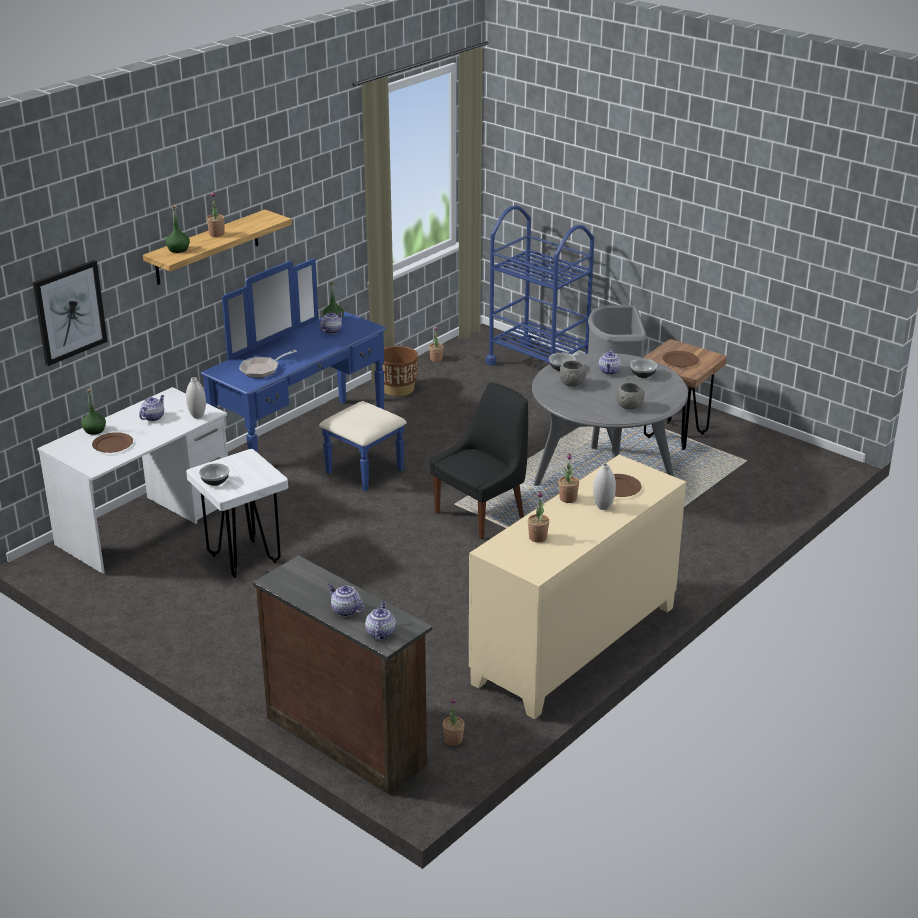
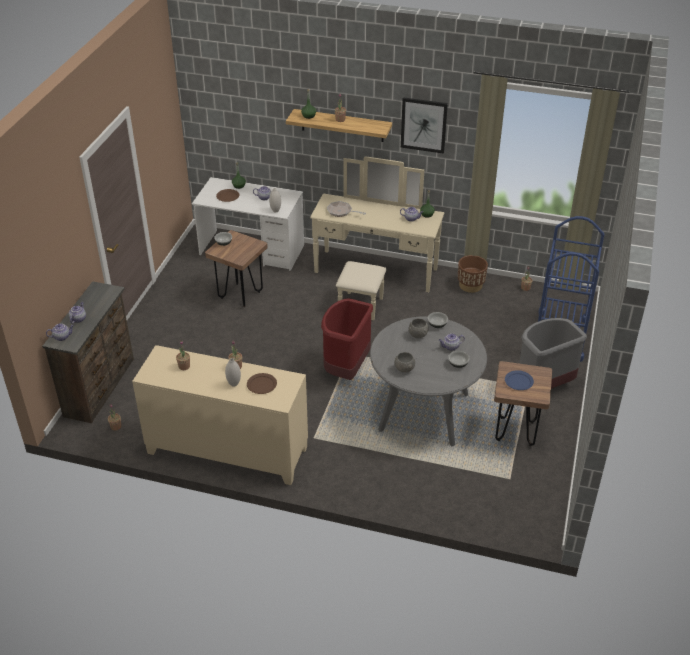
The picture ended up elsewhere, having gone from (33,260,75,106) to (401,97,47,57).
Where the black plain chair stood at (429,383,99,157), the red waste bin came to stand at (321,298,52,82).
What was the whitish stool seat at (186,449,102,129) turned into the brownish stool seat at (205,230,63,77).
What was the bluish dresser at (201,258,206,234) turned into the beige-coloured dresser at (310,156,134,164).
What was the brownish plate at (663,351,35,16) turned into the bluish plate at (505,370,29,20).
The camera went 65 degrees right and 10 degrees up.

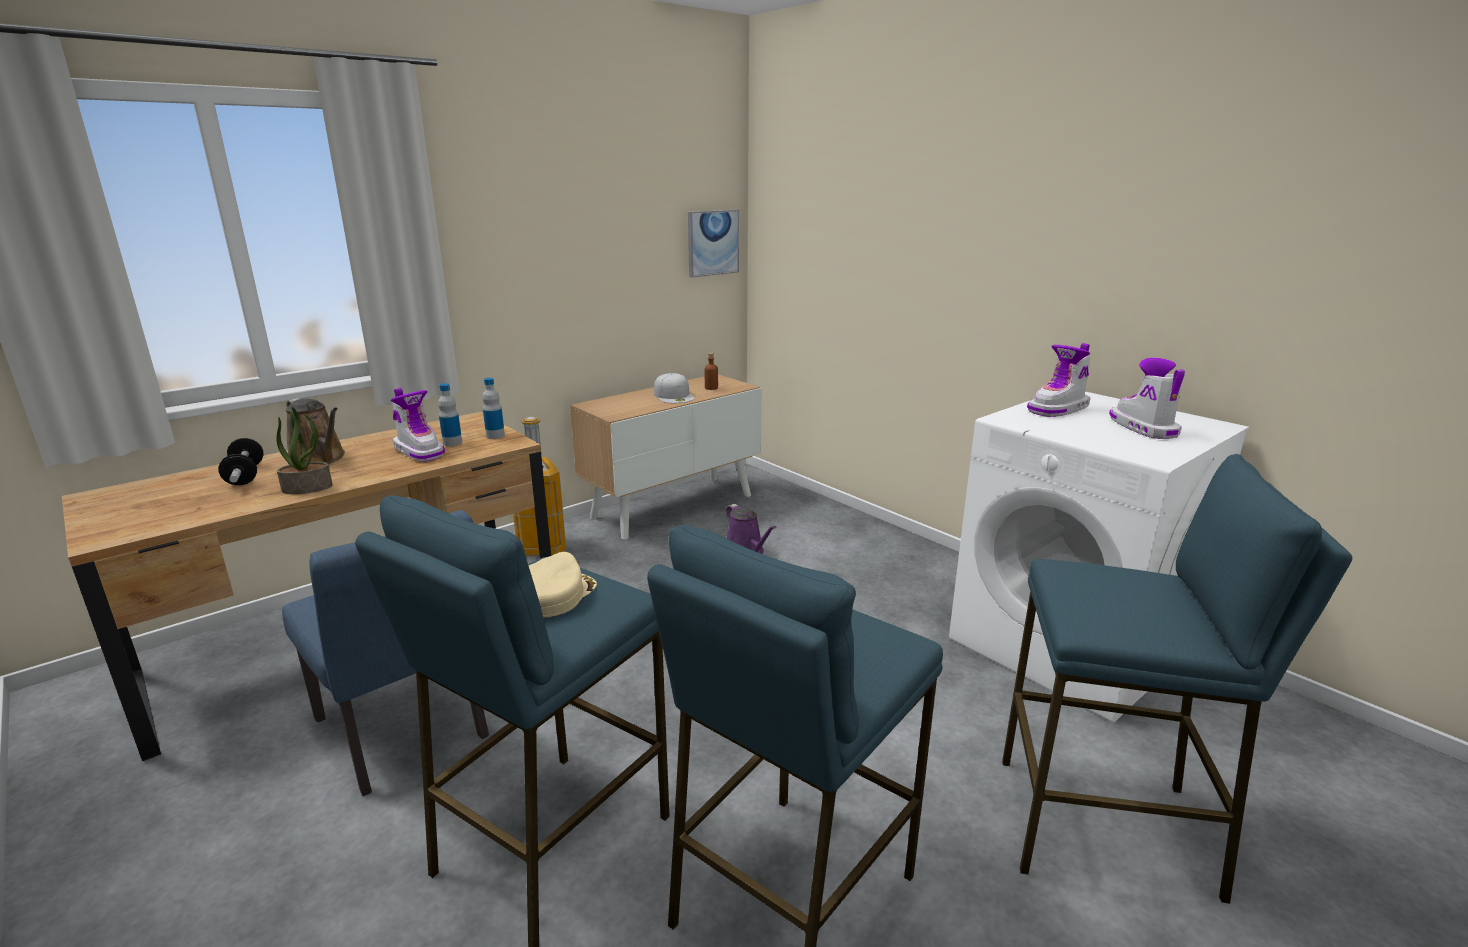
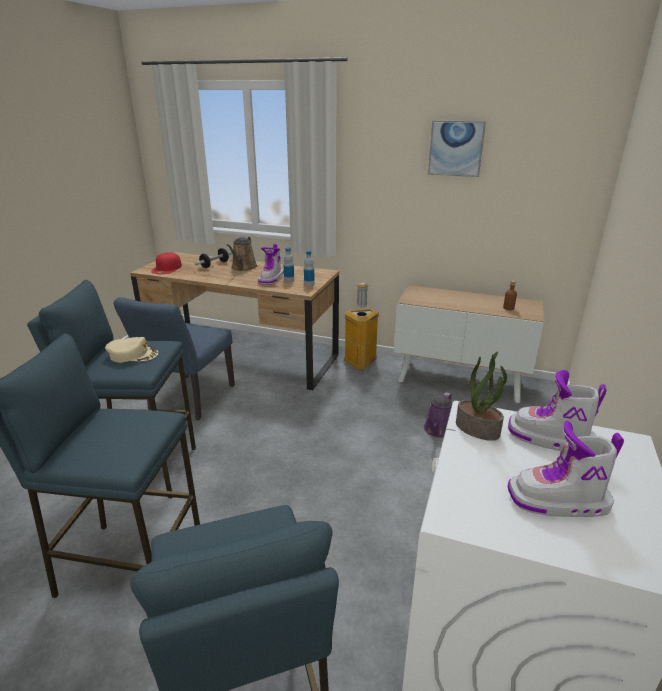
The second view lost the whitish baseball cap at (654,373,41,30).
The second view gained the red baseball cap at (151,253,31,21).
The houseplant ended up elsewhere, having gone from (276,407,57,87) to (456,351,51,90).
The picture ended up elsewhere, having gone from (688,210,51,67) to (428,120,58,57).
The boot at (1109,357,76,82) ended up facing another way, 135 degrees counterclockwise from before.
The camera went 60 degrees right and 5 degrees up.

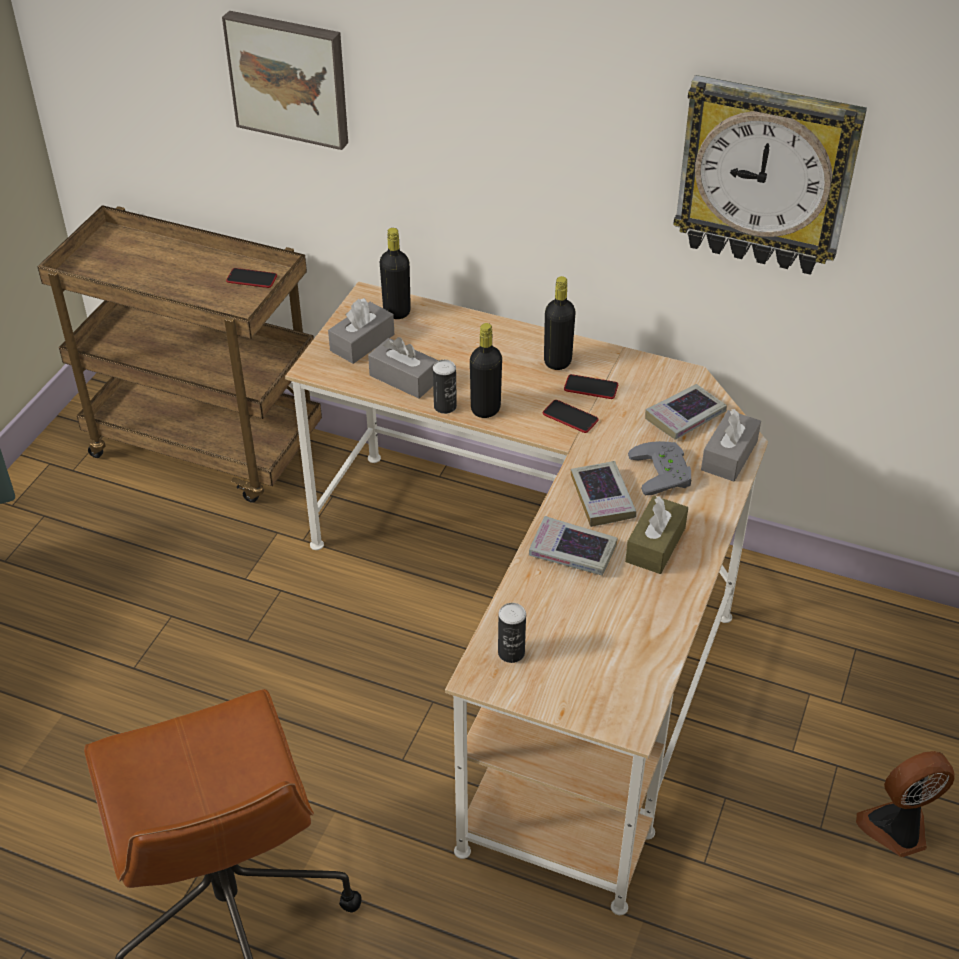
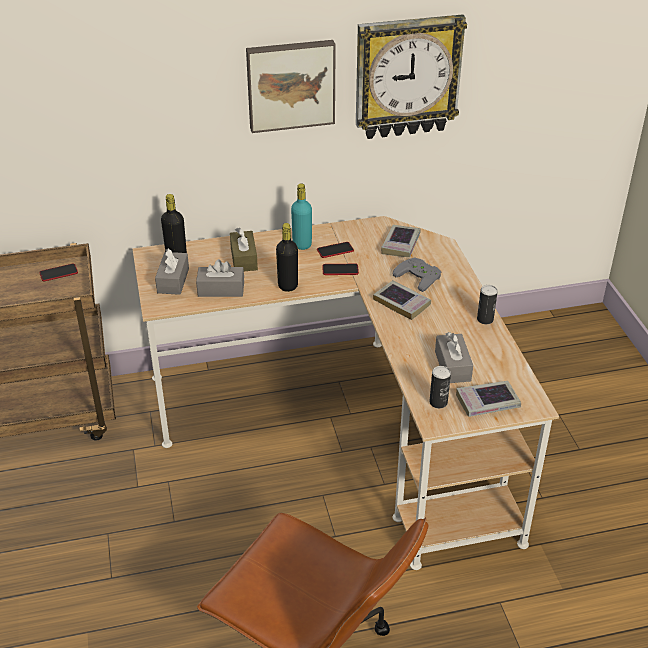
The second view lost the electric fan at (856,751,99,106).
The picture ended up elsewhere, having gone from (222,11,126,139) to (246,40,90,93).
The sealed can ended up elsewhere, having gone from (433,360,24,54) to (477,285,21,39).
The book ended up elsewhere, having gone from (529,516,88,59) to (456,381,65,36).
The brownish tissue box ended up elsewhere, having gone from (625,496,63,78) to (230,228,28,43).
The gray tissue box ended up elsewhere, having gone from (701,409,60,73) to (435,332,38,51).
What was the black beverage bottle at (544,276,32,94) turned into the turquoise-coloured beverage bottle at (291,184,21,66).
The camera went 35 degrees left and 5 degrees down.

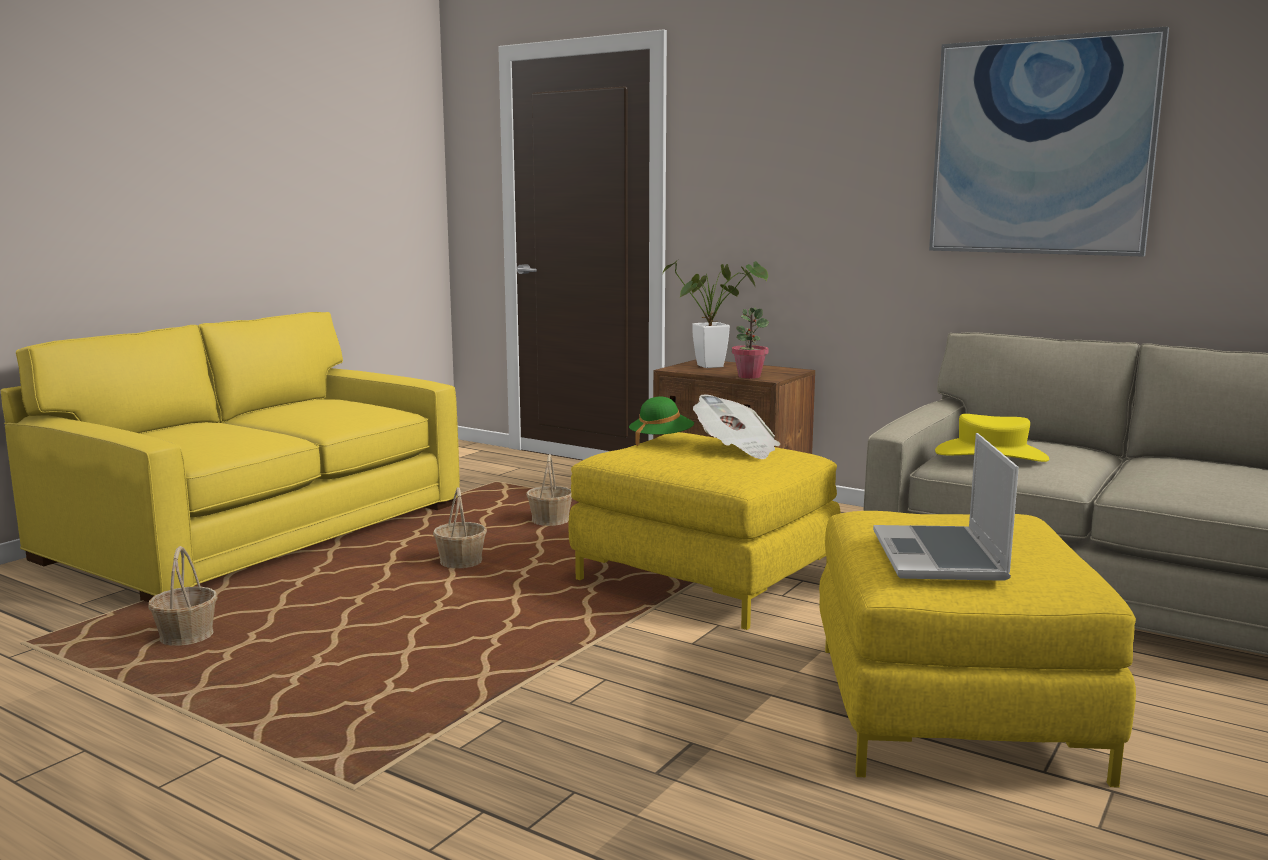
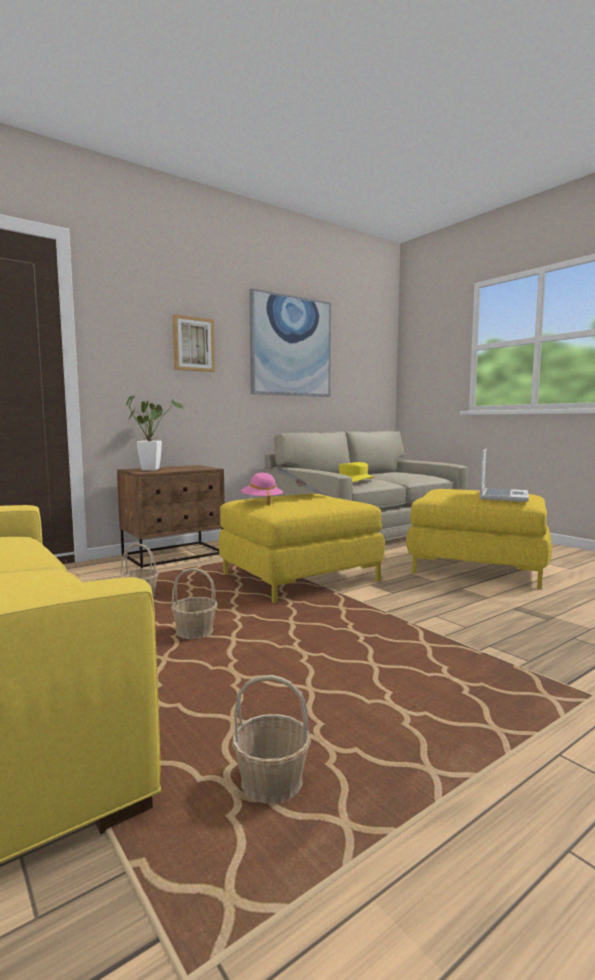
The second view lost the houseplant at (732,308,37,71).
The second view gained the picture at (173,315,42,57).
What was the green wearable hat at (629,396,65,50) turned into the pink wearable hat at (241,473,42,32).
The laptop at (873,433,146,148) ended up facing another way, 90 degrees counterclockwise from before.
The camera went 70 degrees left and 5 degrees down.

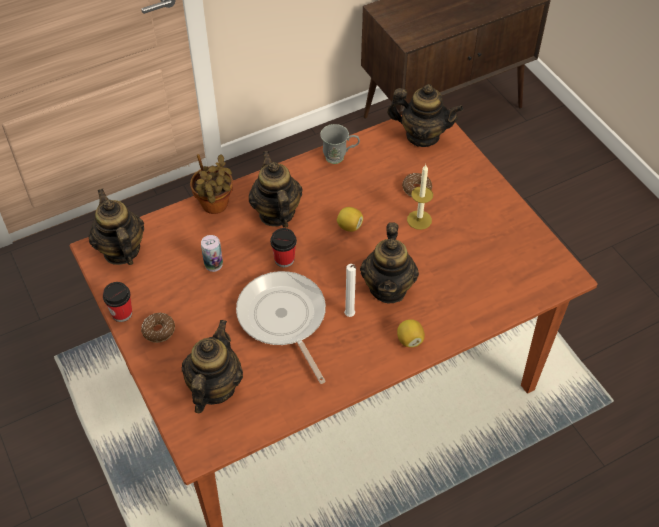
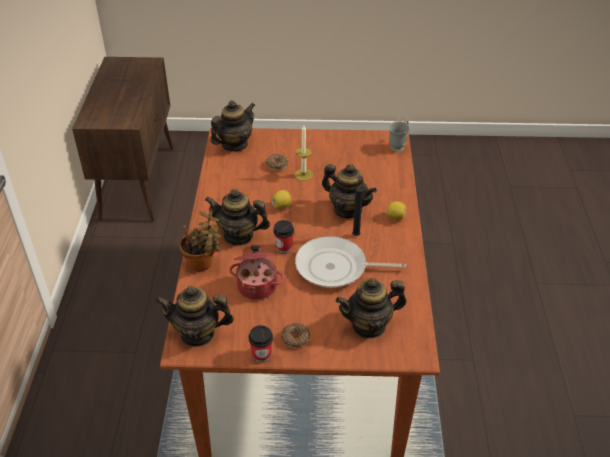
The gray coffee mug ended up elsewhere, having gone from (320,124,40,40) to (388,120,22,32).
Where the sealed can stood at (201,235,22,37), the saucepot came to stand at (229,246,55,54).
What was the whitish wax light at (344,264,12,53) turned into the black wax light at (352,184,15,52).
The pot for tea at (182,320,61,93) ended up facing another way, 60 degrees counterclockwise from before.
The camera went 60 degrees left and 10 degrees down.

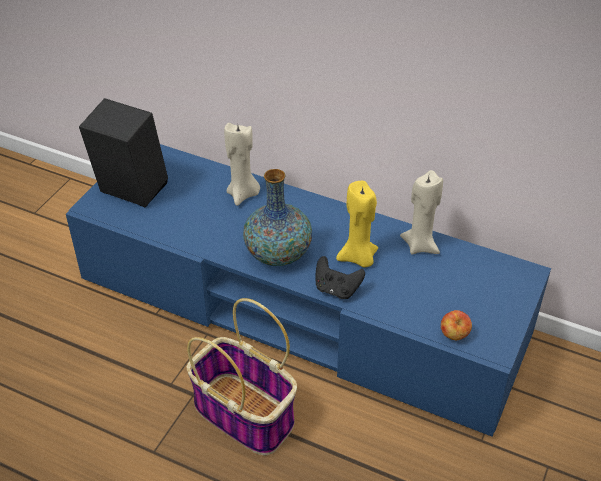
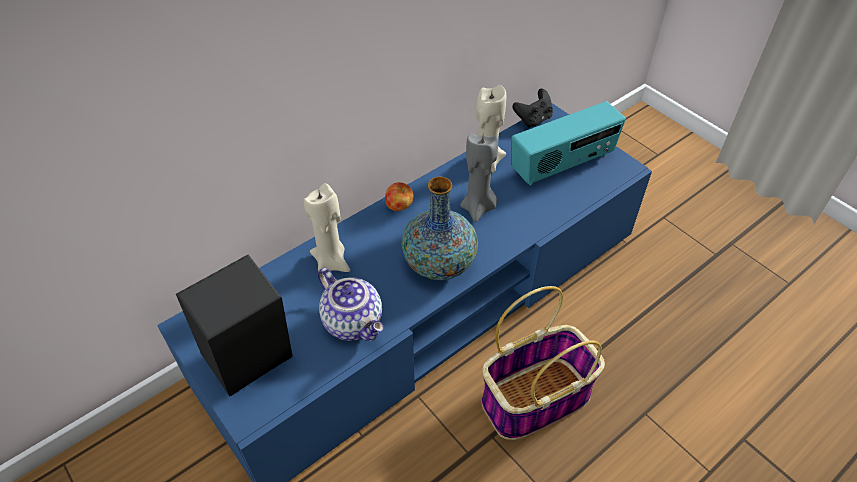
The second view gained the pot for tea at (318,268,66,73).
The second view gained the radio set at (511,101,115,85).
The black joypad ended up elsewhere, having gone from (316,256,49,43) to (512,89,41,39).
The apple fruit ended up elsewhere, having gone from (441,310,31,30) to (385,182,29,29).
What was the yellow-coloured wax light at (336,181,42,87) turned into the gray wax light at (460,133,38,90).
The camera went 65 degrees left and 5 degrees up.

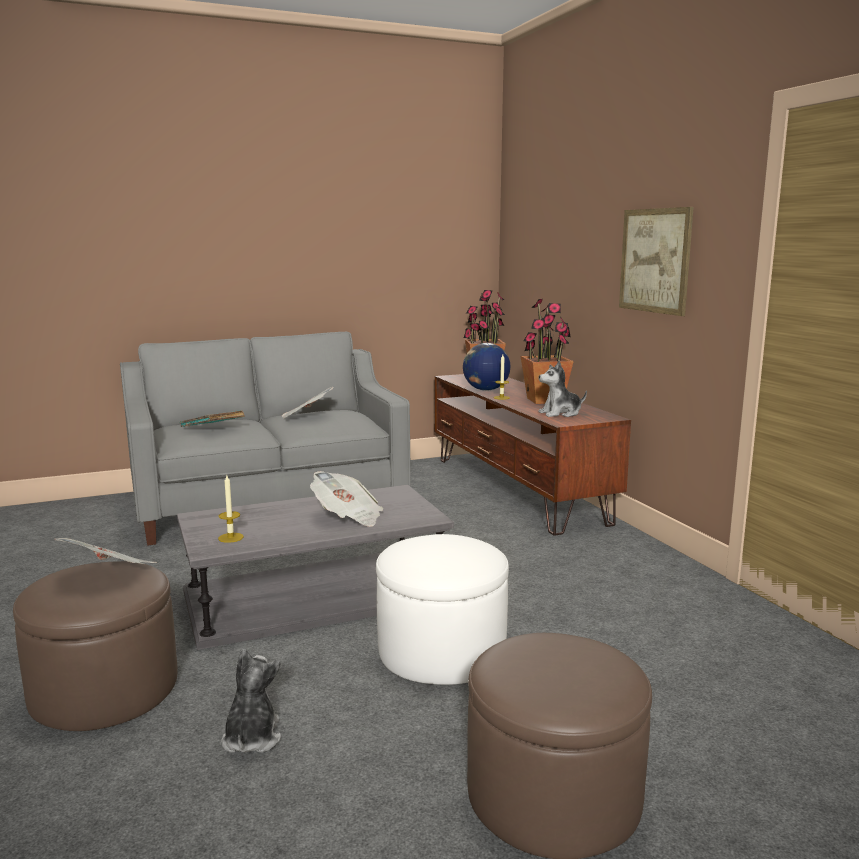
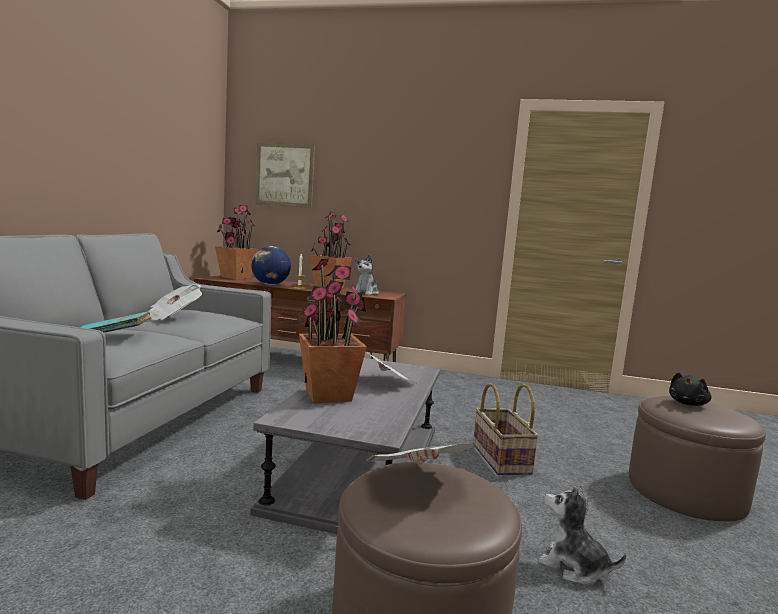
The second view lost the wax light at (218,476,26,67).
The second view gained the houseplant at (299,258,68,145).
The second view gained the black cuddly toy at (669,372,43,34).
The picture ended up elsewhere, having gone from (619,207,75,109) to (255,142,60,66).
Where the whitish ottoman stood at (376,534,133,151), the household basket came to stand at (473,383,66,92).
The camera went 55 degrees left and 5 degrees down.

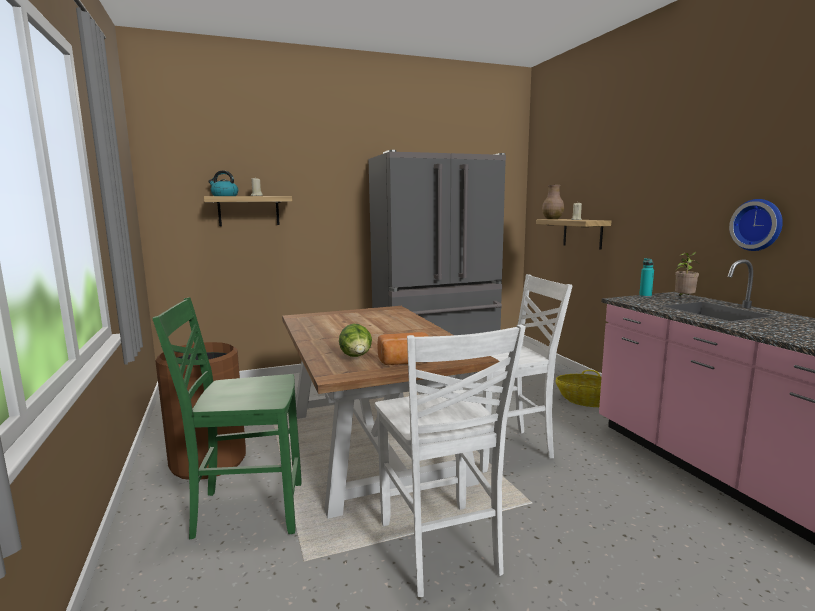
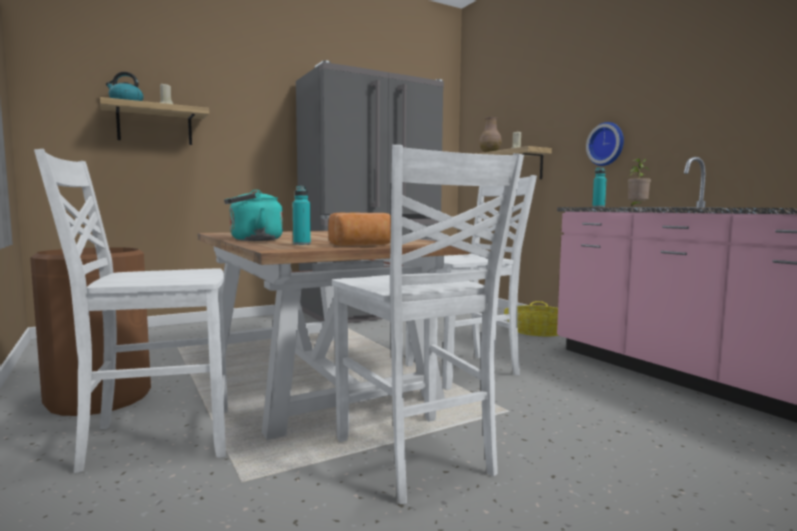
The second view gained the turquoise-coloured kettle at (224,190,59,51).
The clock on the wall ended up elsewhere, having gone from (729,199,54,52) to (586,122,38,44).
Where the lettuce head stood at (339,324,33,33), the turquoise-coloured beverage bottle came to stand at (293,186,18,59).
What was the green plain chair at (152,297,150,243) turned into the whitish plain chair at (34,149,194,324).
The camera went 10 degrees left and 5 degrees down.

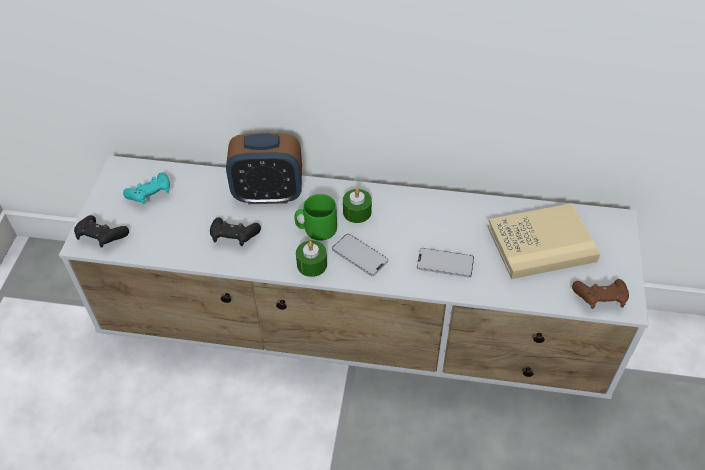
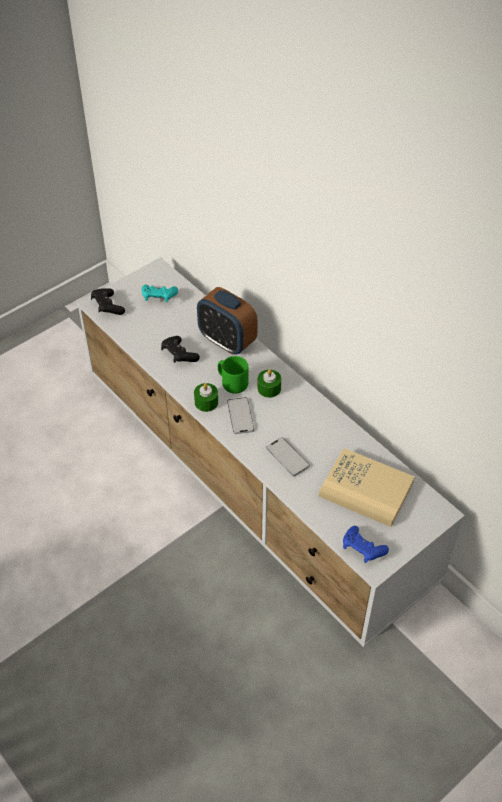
What was the brownish joypad at (572,279,57,30) turned into the bluish joypad at (343,526,46,37).
The camera went 40 degrees right and 0 degrees up.

